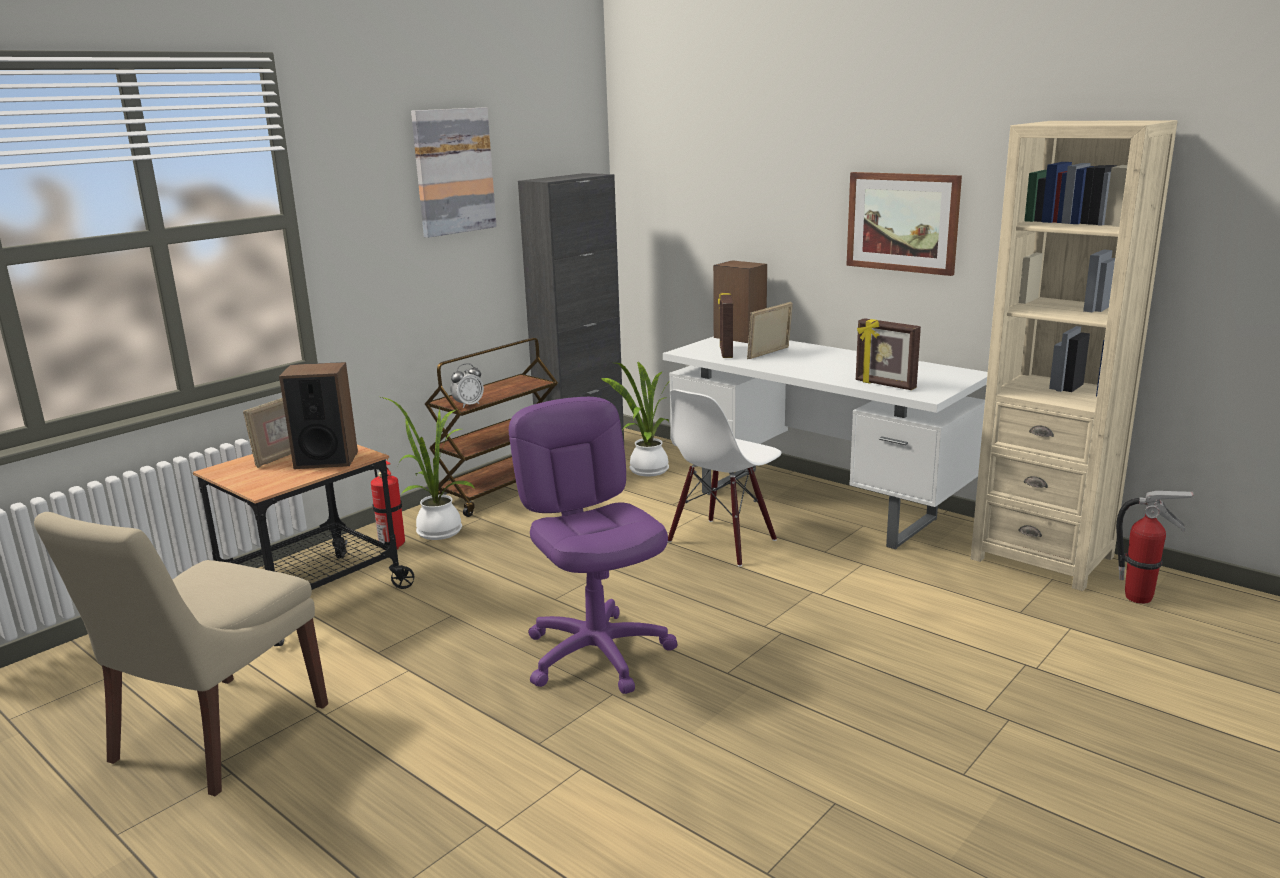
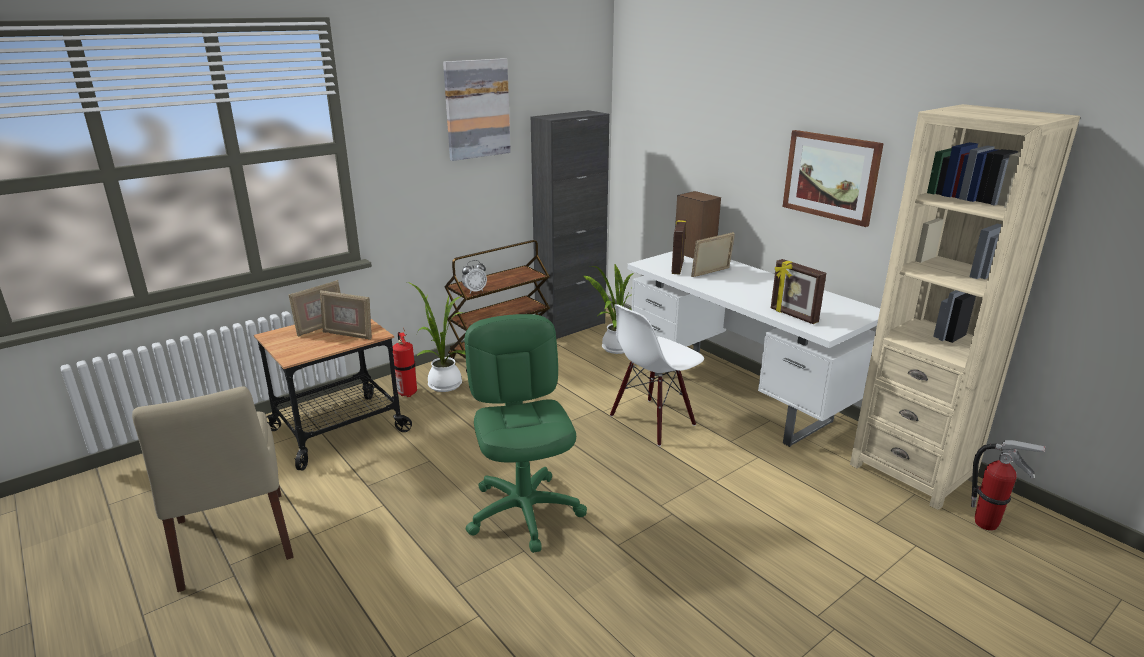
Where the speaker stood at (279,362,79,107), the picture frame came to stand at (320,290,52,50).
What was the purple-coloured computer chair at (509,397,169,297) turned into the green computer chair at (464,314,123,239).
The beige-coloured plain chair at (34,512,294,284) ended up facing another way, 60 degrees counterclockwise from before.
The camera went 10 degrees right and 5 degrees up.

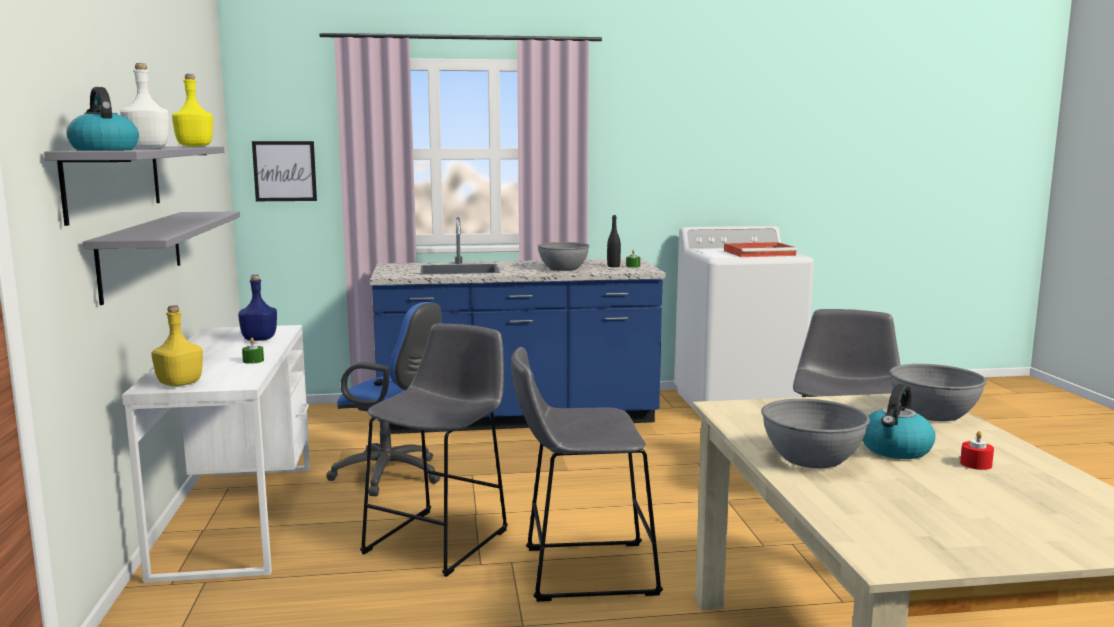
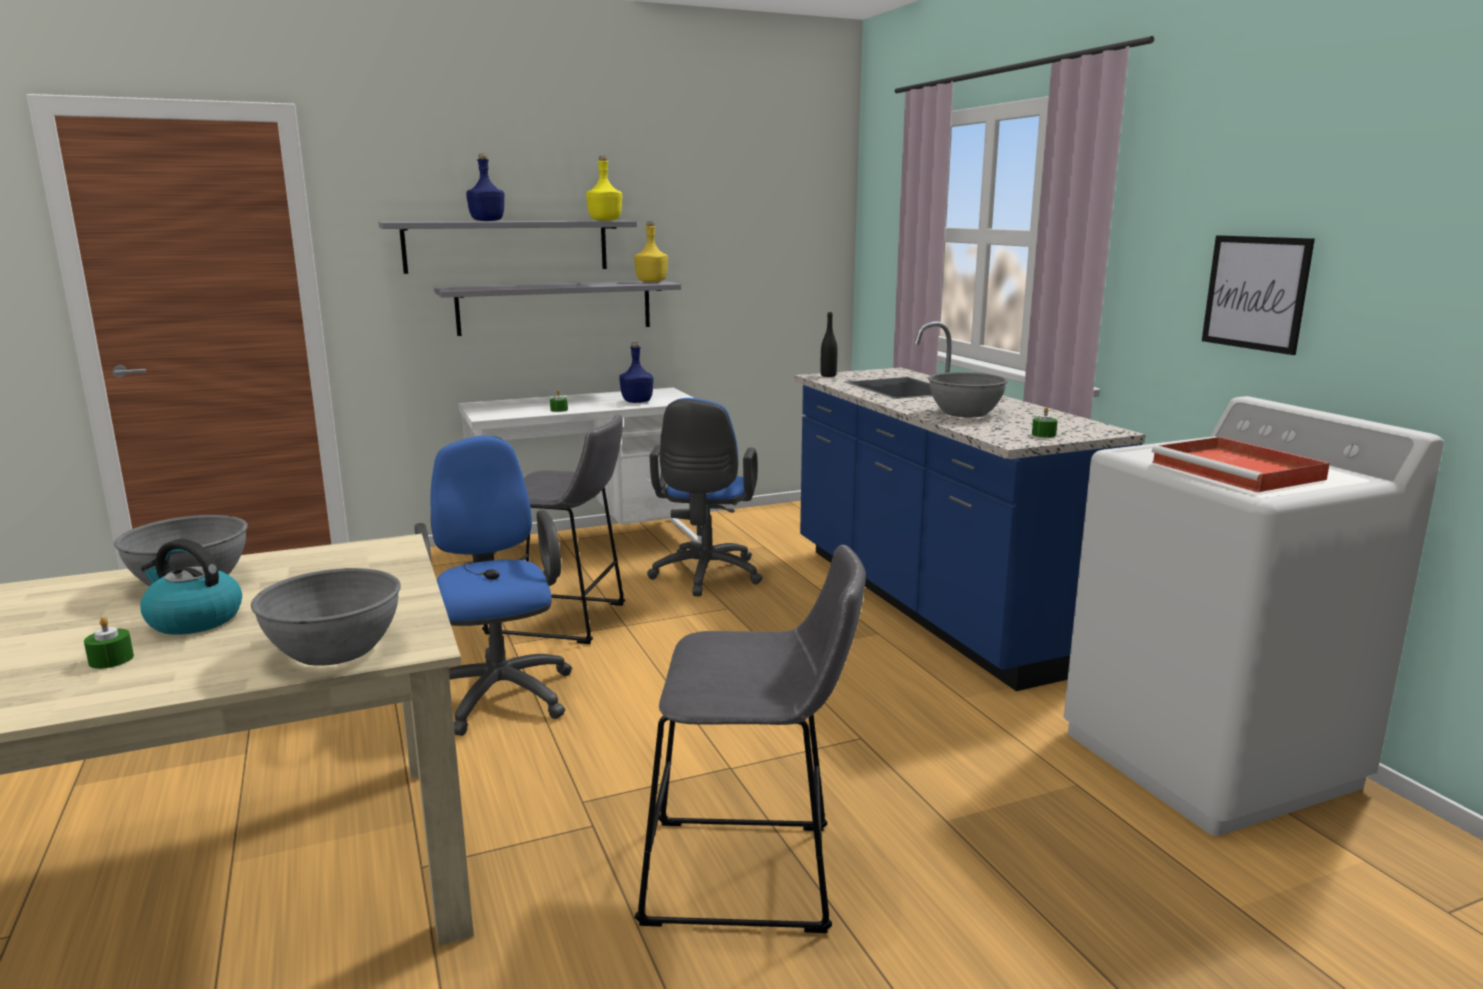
The second view lost the kettle at (67,87,72,63).
The yellow-coloured beverage bottle ended up elsewhere, having gone from (151,305,52,81) to (634,222,34,60).
The picture ended up elsewhere, having gone from (252,141,65,60) to (1202,235,113,120).
The black beverage bottle ended up elsewhere, having gone from (607,215,14,52) to (821,312,17,65).
Where the gray stool seat stood at (511,347,152,255), the bluish computer chair came to stand at (414,436,158,300).
What was the whitish beverage bottle at (120,63,49,85) turned into the bluish beverage bottle at (466,154,39,67).
What was the red wax light at (960,431,34,39) turned into the green wax light at (84,617,50,52).
The camera went 75 degrees right and 5 degrees up.

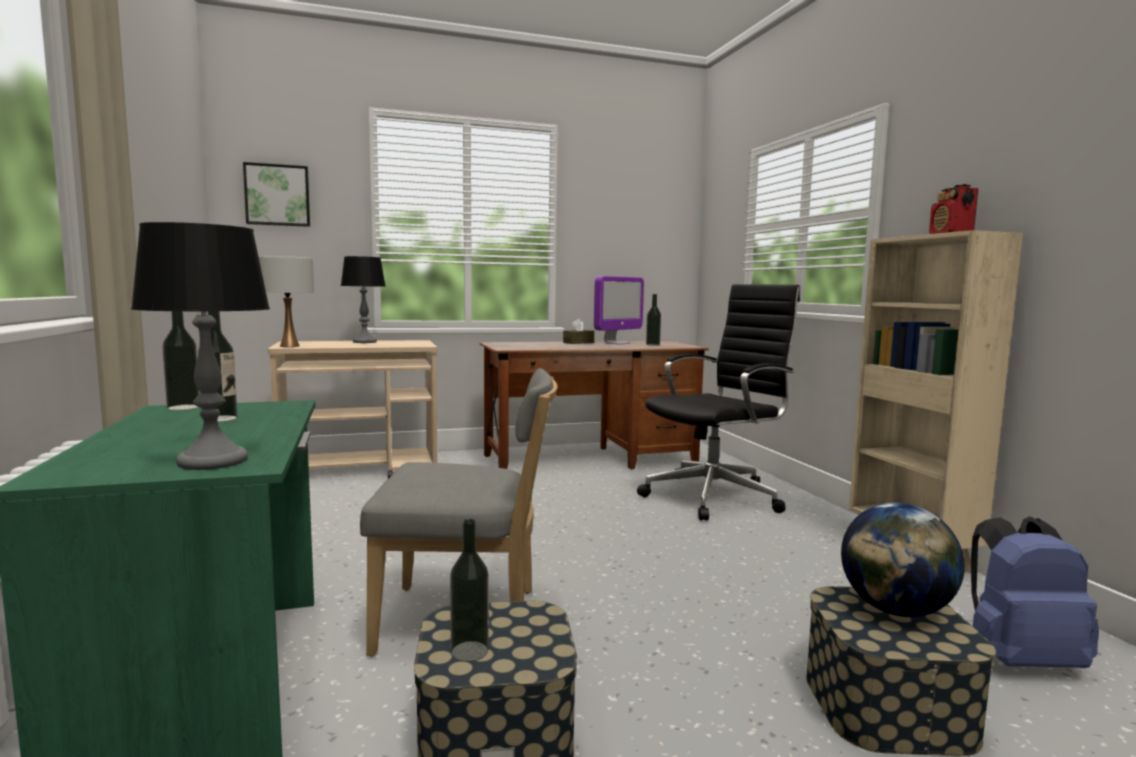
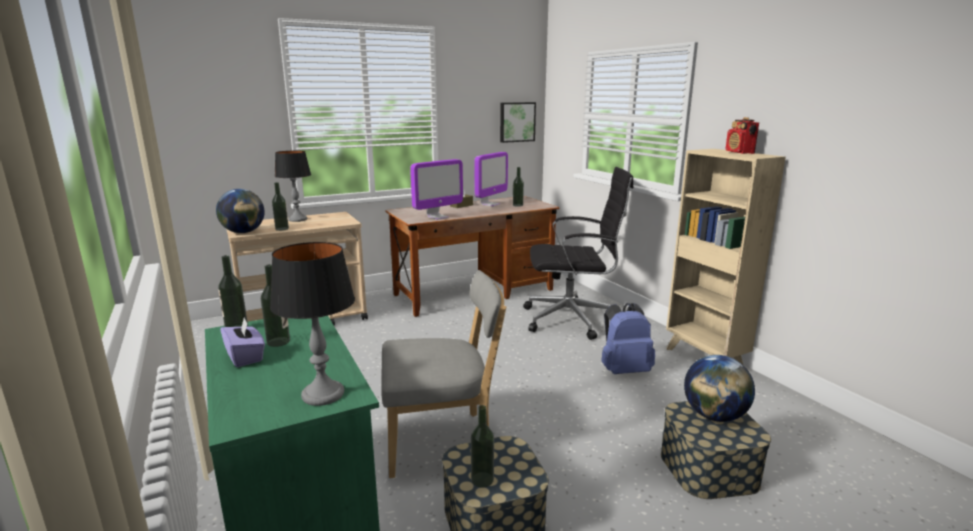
The second view gained the purple-coloured tissue box at (220,318,45,49).
The second view gained the beverage bottle at (272,182,17,49).
The second view gained the computer display at (410,159,53,61).
The picture ended up elsewhere, having gone from (243,162,67,65) to (500,102,36,41).
The bluish knapsack ended up elsewhere, having gone from (971,516,128,152) to (601,303,54,71).
Where the whitish tabletop lamp stood at (258,256,56,91), the world globe came to stand at (216,189,49,44).
The black computer chair at (637,284,163,237) ended up facing another way, 45 degrees clockwise from before.
The camera went 10 degrees left and 10 degrees up.

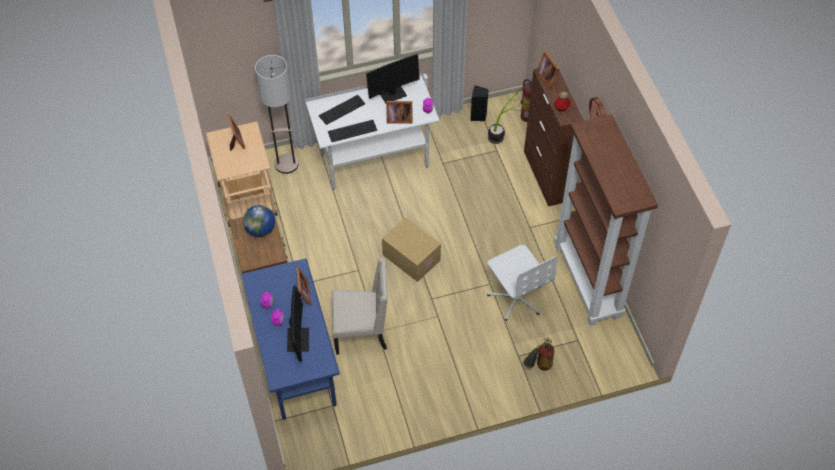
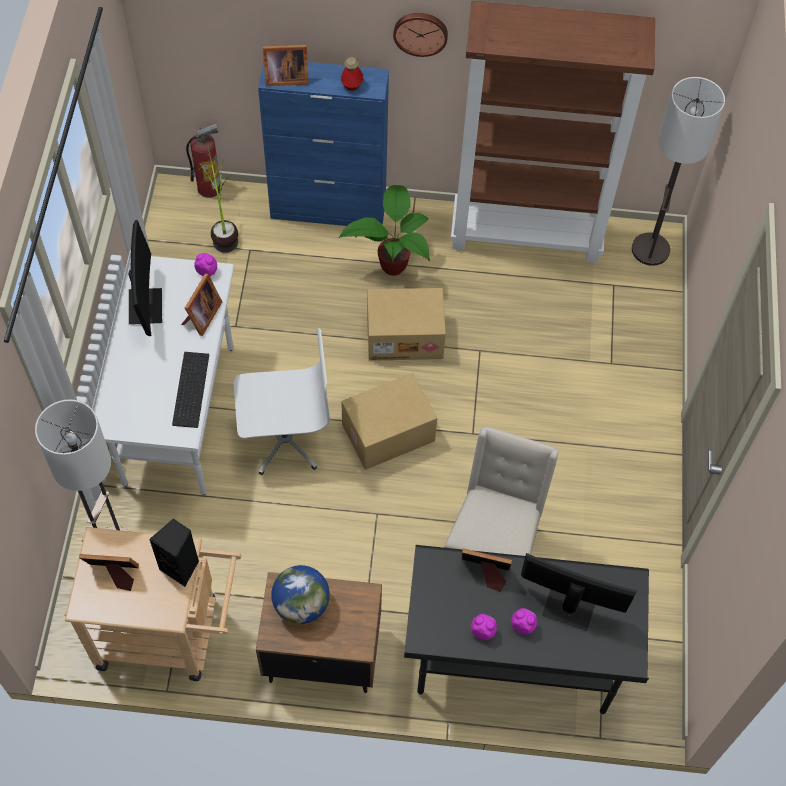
The second view lost the keyboard at (319,95,46,30).
The second view lost the extinguisher at (524,337,30,34).
The second view gained the houseplant at (339,185,91,91).
The second view gained the packing box at (367,288,79,73).
The second view gained the standing lamp at (632,77,93,189).
The black speaker ended up elsewhere, having gone from (471,85,18,36) to (149,519,50,68).
The whitish computer chair ended up elsewhere, having gone from (487,245,70,76) to (234,328,96,147).
What was the bluish desk table at (241,259,99,161) turned into the black desk table at (404,545,245,169).
What was the brownish storage cabinet at (524,64,60,143) turned into the bluish storage cabinet at (258,61,131,165).
The camera went 70 degrees left and 5 degrees up.

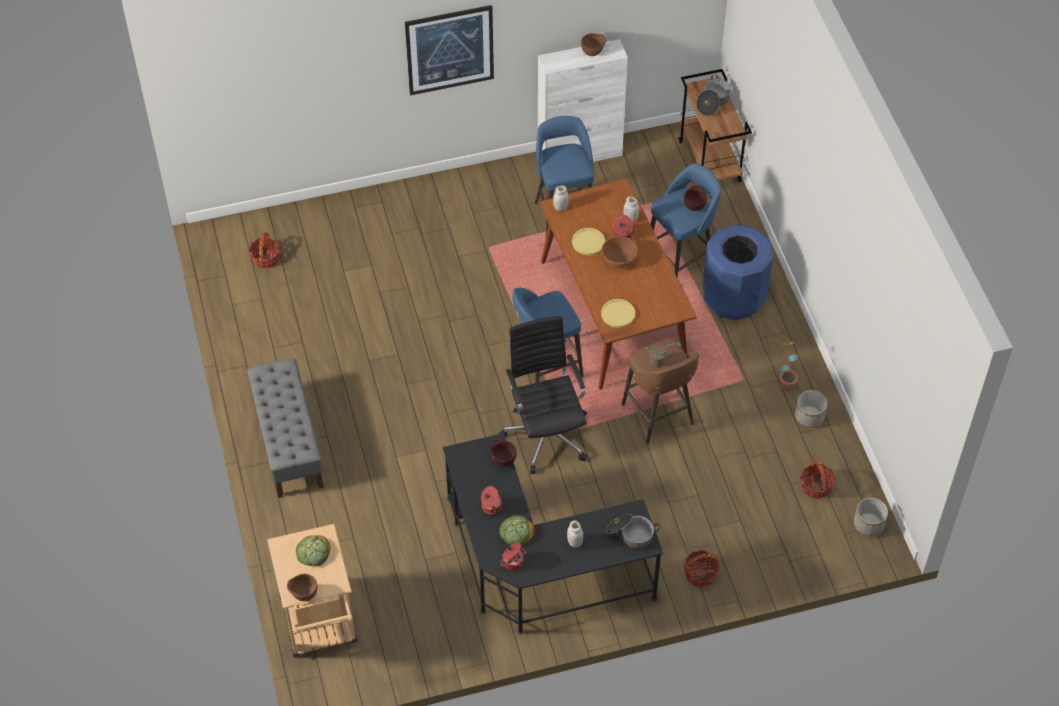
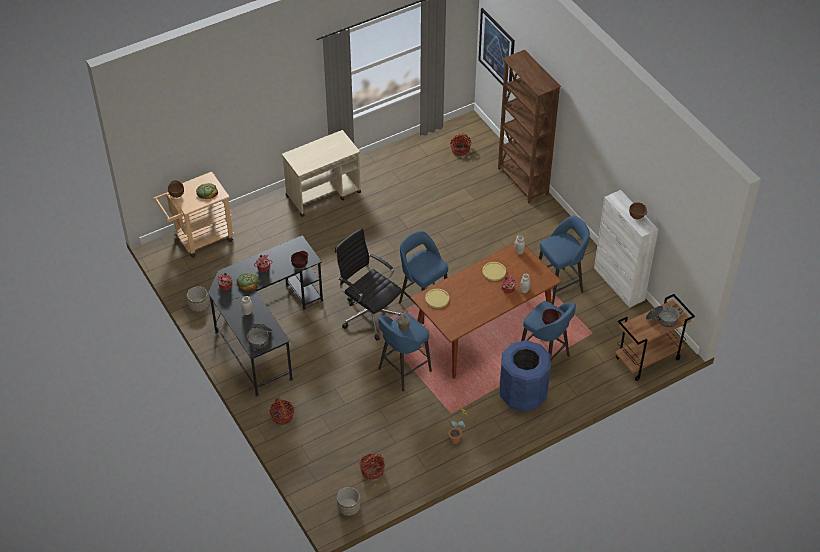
The second view lost the brownish deep dish at (602,236,36,32).
The second view gained the brownish shelving unit at (498,50,63,154).
The picture ended up elsewhere, having gone from (405,5,89,90) to (478,8,37,84).
The flower pot ended up elsewhere, having gone from (795,390,32,38) to (187,286,22,26).
Where the gray bench stood at (247,358,76,140), the beige-coloured trolley came to stand at (282,130,79,87).
What was the brownish stool seat at (622,338,77,106) turned into the bluish stool seat at (378,313,54,78).
The black computer chair at (499,316,88,158) ended up facing another way, 105 degrees counterclockwise from before.
The camera went 75 degrees right and 5 degrees down.

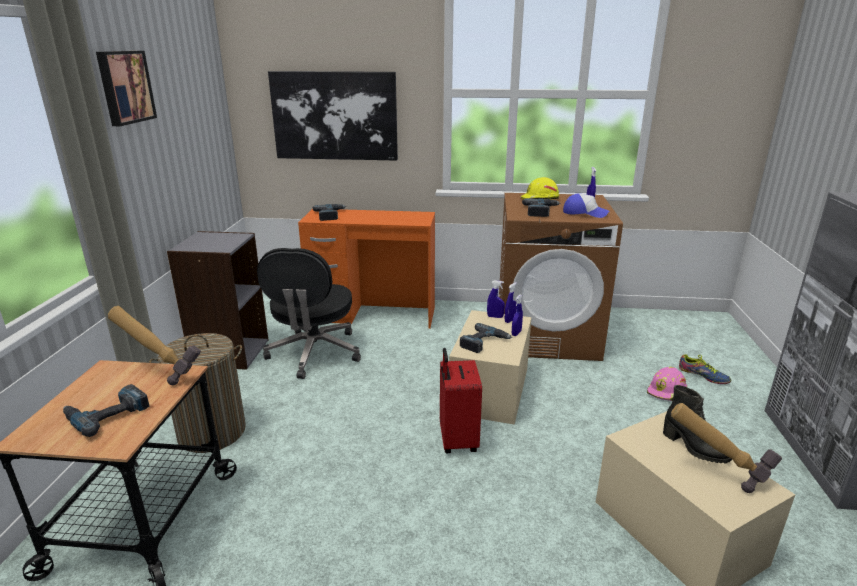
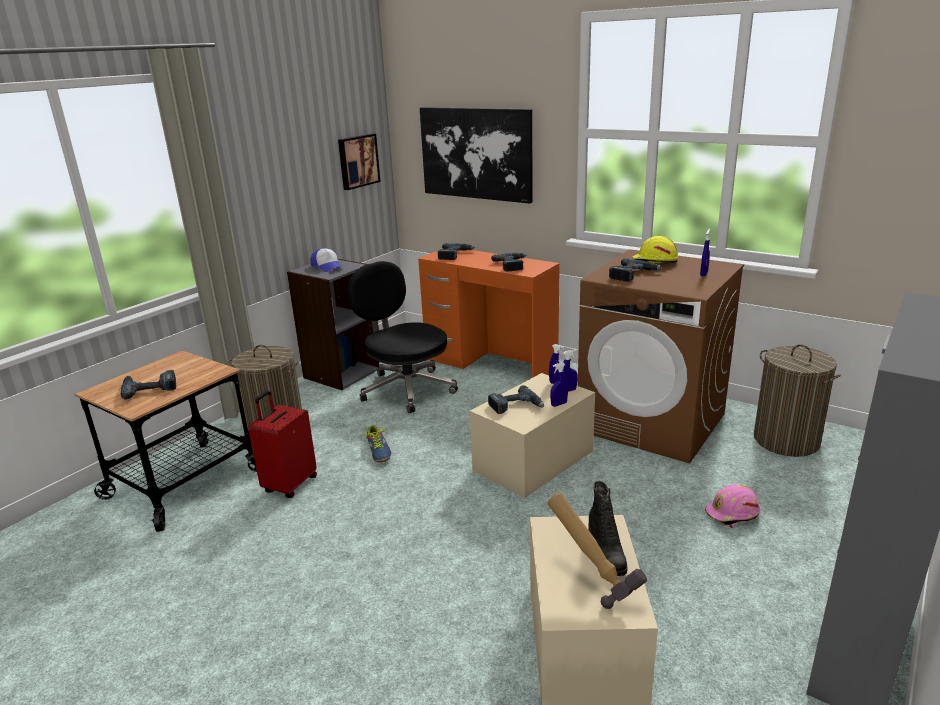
The second view lost the tool hammer at (108,306,93,79).
The second view gained the electric drill at (491,253,36,19).
The second view gained the hamper at (754,344,87,113).
The picture ended up elsewhere, having gone from (96,51,61,75) to (338,134,43,56).
The red suitcase ended up elsewhere, having gone from (440,348,42,105) to (249,391,68,107).
The baseball cap ended up elsewhere, having gone from (563,194,46,24) to (310,248,31,24).
The low shoe ended up elsewhere, having gone from (679,354,52,30) to (361,425,30,37).
The black computer chair at (257,248,104,131) ended up facing another way, 105 degrees clockwise from before.
The camera went 30 degrees right and 0 degrees up.

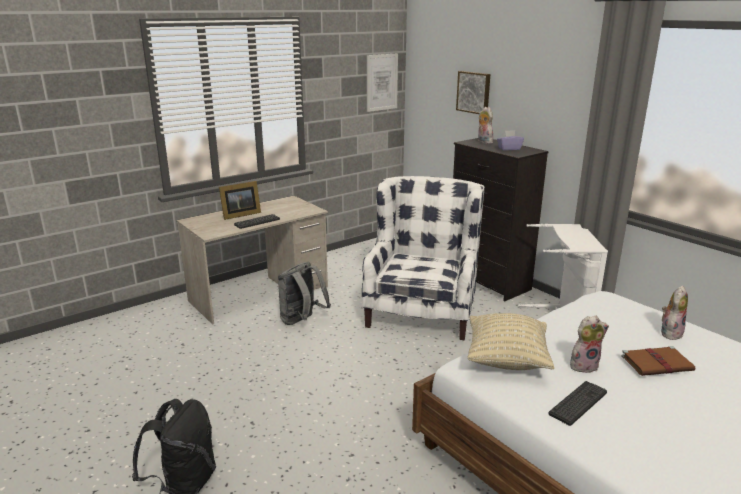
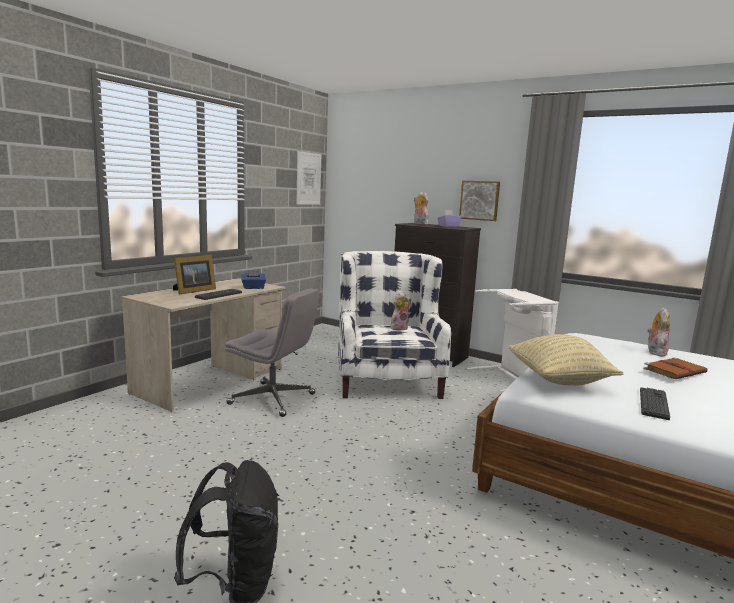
The second view gained the bluish tissue box at (241,270,25,19).
The picture ended up elsewhere, having gone from (456,71,34,43) to (459,181,41,40).
The cuddly toy ended up elsewhere, having gone from (570,316,39,58) to (391,292,20,38).
Where the gray knapsack stood at (278,262,53,63), the gray computer chair came to stand at (224,288,95,129).
The camera went 20 degrees left and 10 degrees down.

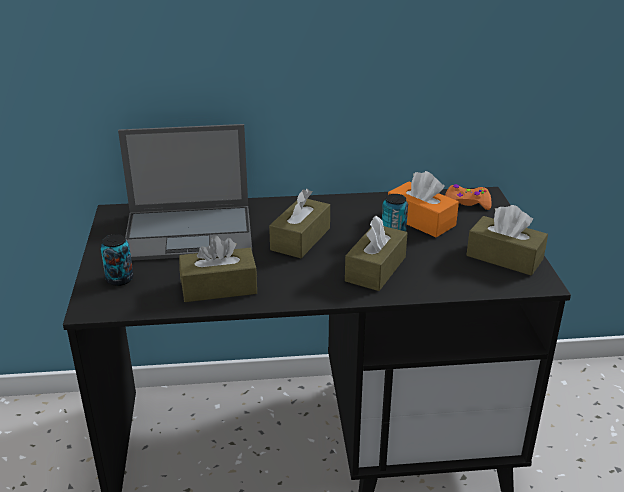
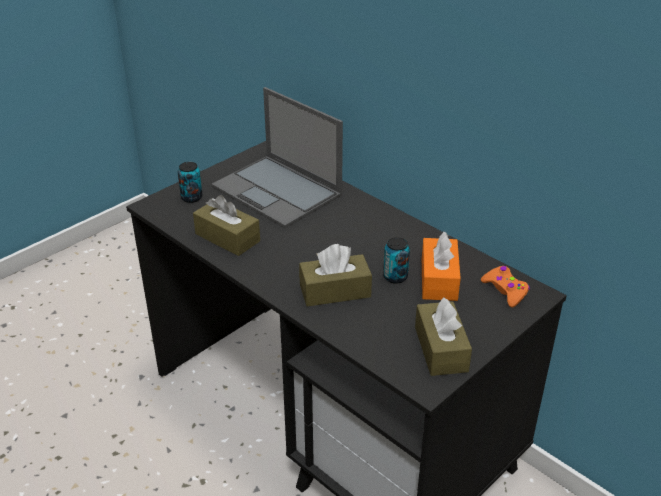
The second view lost the brownish tissue box at (269,189,61,69).
The camera went 50 degrees right and 5 degrees up.

